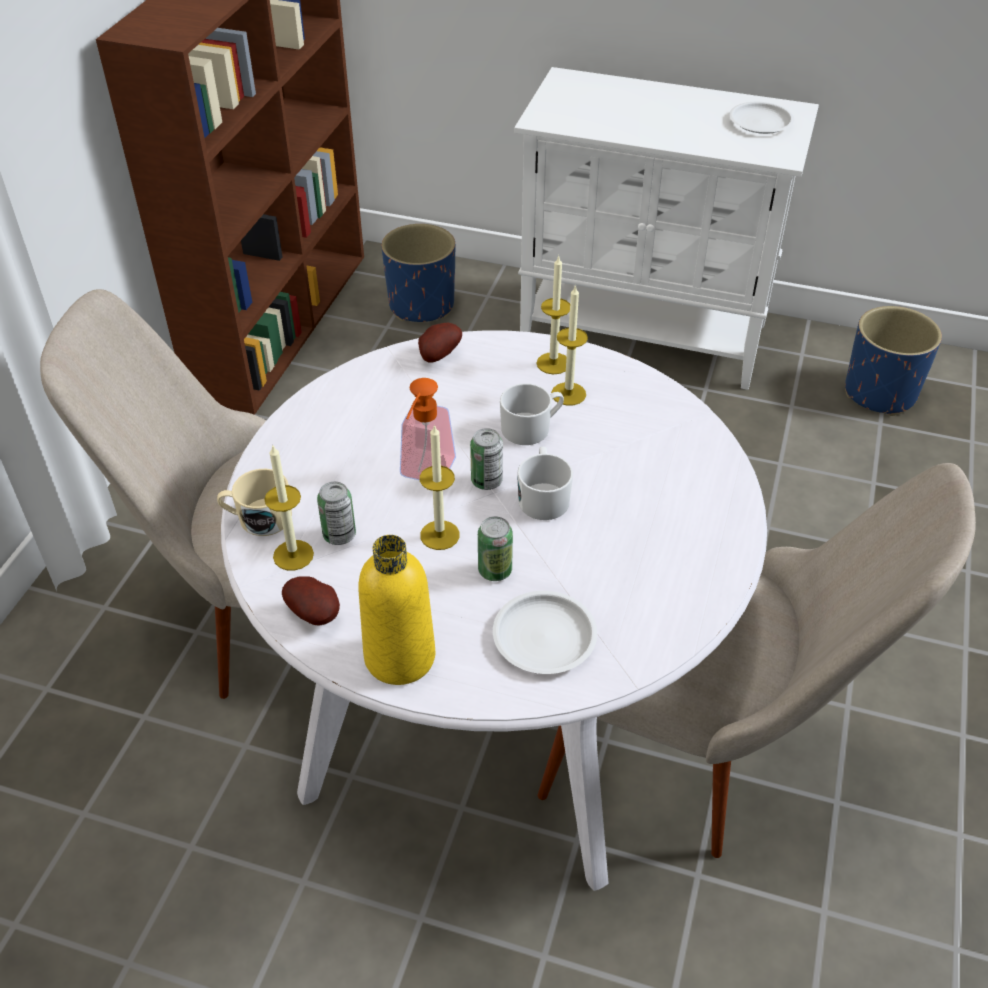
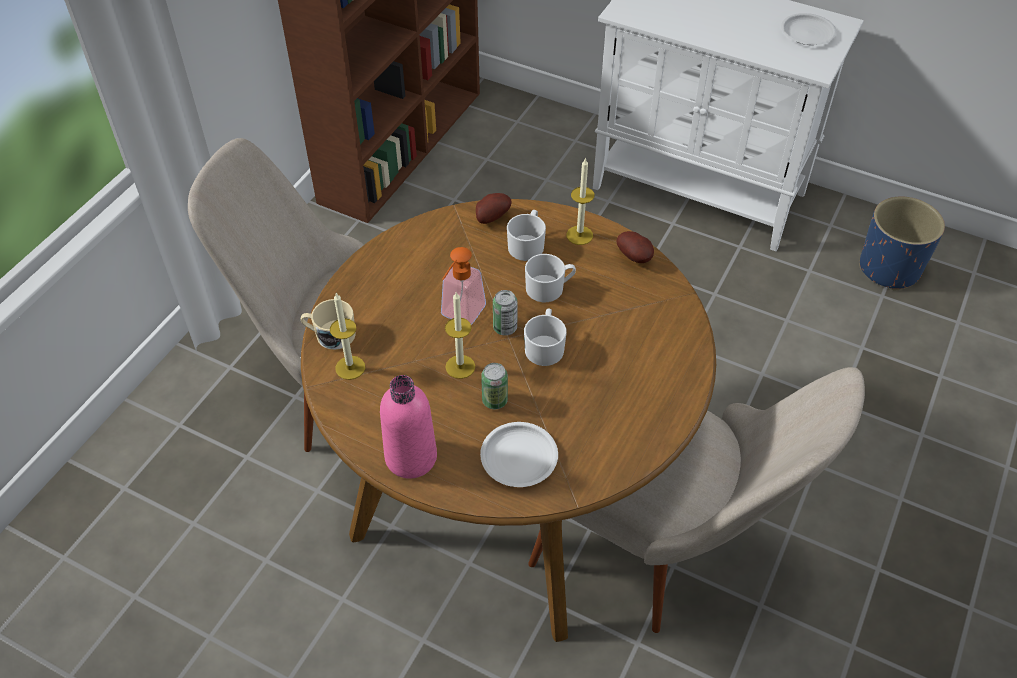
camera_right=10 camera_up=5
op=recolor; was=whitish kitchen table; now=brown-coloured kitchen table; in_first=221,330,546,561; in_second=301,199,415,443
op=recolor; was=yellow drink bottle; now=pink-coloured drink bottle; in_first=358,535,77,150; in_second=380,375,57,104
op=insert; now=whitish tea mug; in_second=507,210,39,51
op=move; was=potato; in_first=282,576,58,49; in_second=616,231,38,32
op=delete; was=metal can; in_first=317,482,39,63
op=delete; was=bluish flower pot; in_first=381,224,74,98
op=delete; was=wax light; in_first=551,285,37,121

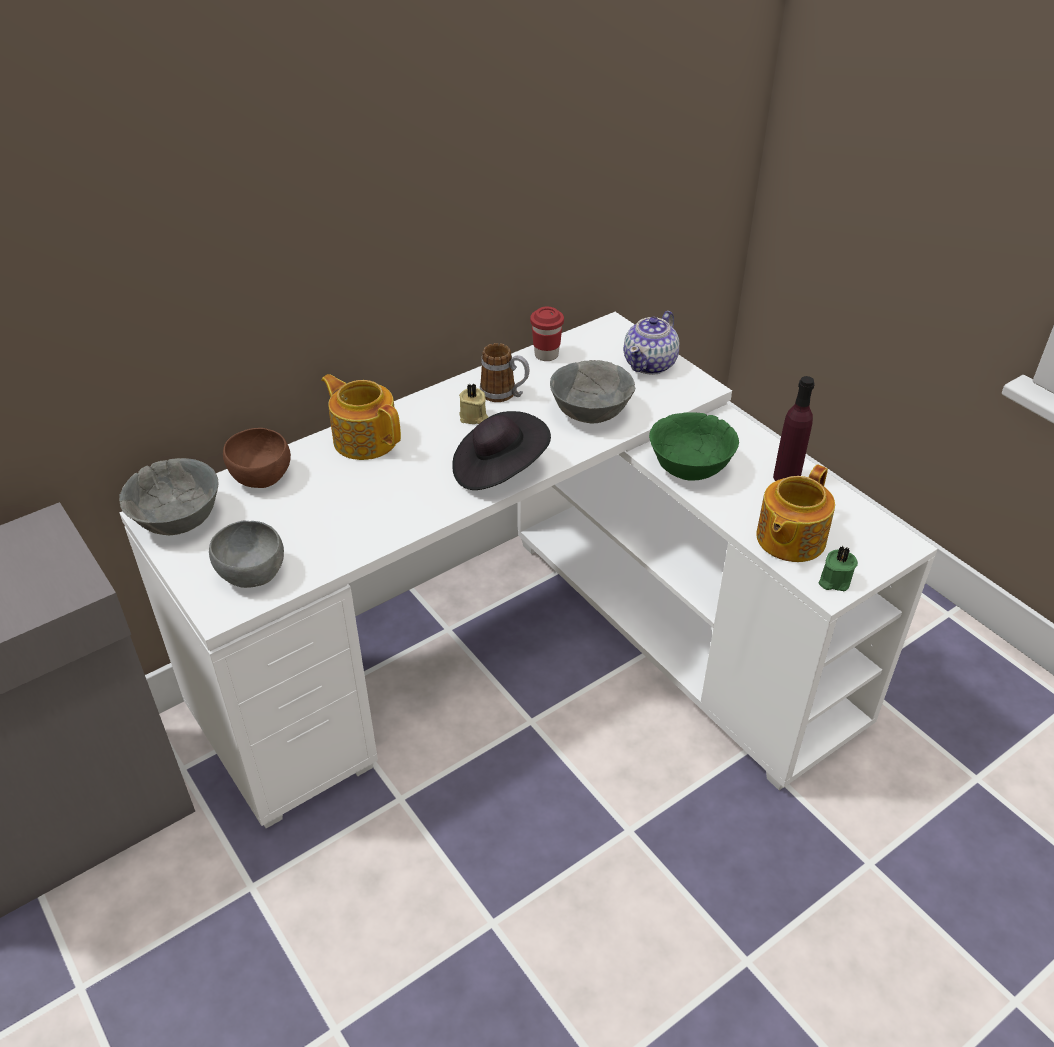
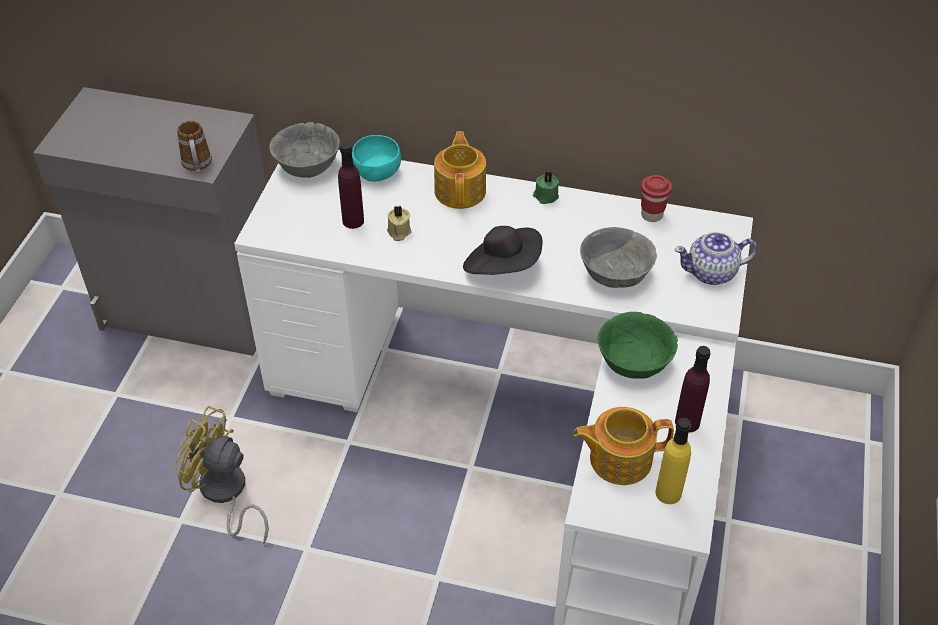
camera_right=50 camera_up=5
op=insert; now=yellow fan; in_second=174,406,95,138
op=move; was=tea mug; in_first=480,343,49,59; in_second=177,121,35,52
op=insert; now=purple drink bottle; in_second=338,143,26,86
op=recolor; was=brown-coloured bowl; now=blue-green bowl; in_first=223,428,68,60; in_second=352,135,49,47
op=move; was=beige-coloured wax light; in_first=459,383,29,41; in_second=387,206,25,35
op=move; was=greenish wax light; in_first=819,546,39,45; in_second=533,172,26,32
op=insert; now=yellow drink bottle; in_second=655,418,36,86
op=delete; was=gray bowl; in_first=209,521,75,67

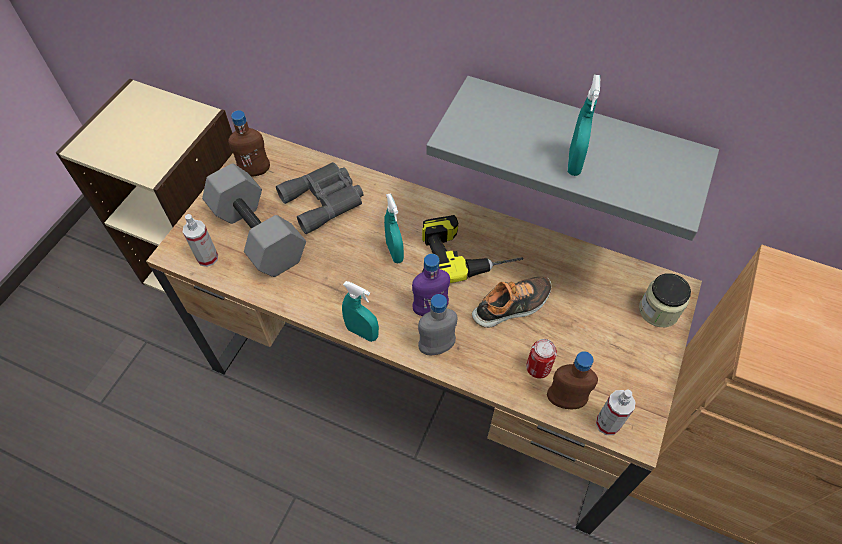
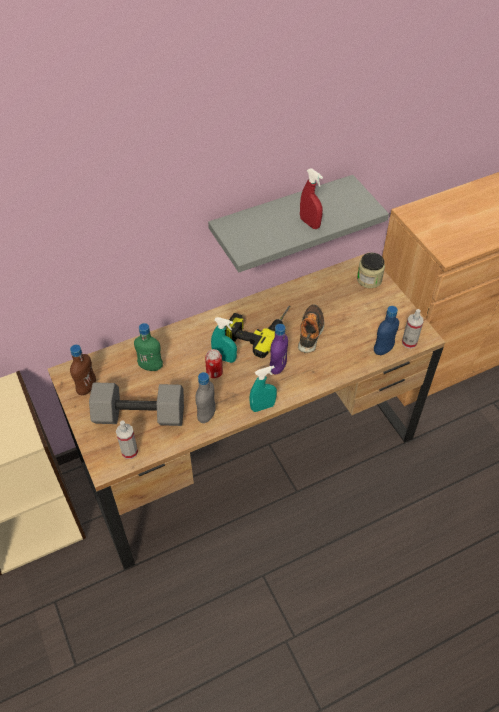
camera_right=-50 camera_up=-5
op=replace; was=gray field glasses; now=greenish drink bottle; in_first=276,162,88,72; in_second=134,323,29,48
op=move; was=gray drink bottle; in_first=418,294,39,61; in_second=195,372,21,51
op=move; was=metal can; in_first=526,339,31,39; in_second=205,349,18,29
op=recolor; was=blue-green sprayer; now=red-coloured sprayer; in_first=568,75,32,101; in_second=300,168,23,61
op=recolor; was=brown-coloured drink bottle; now=bluish drink bottle; in_first=547,351,51,58; in_second=374,306,25,49

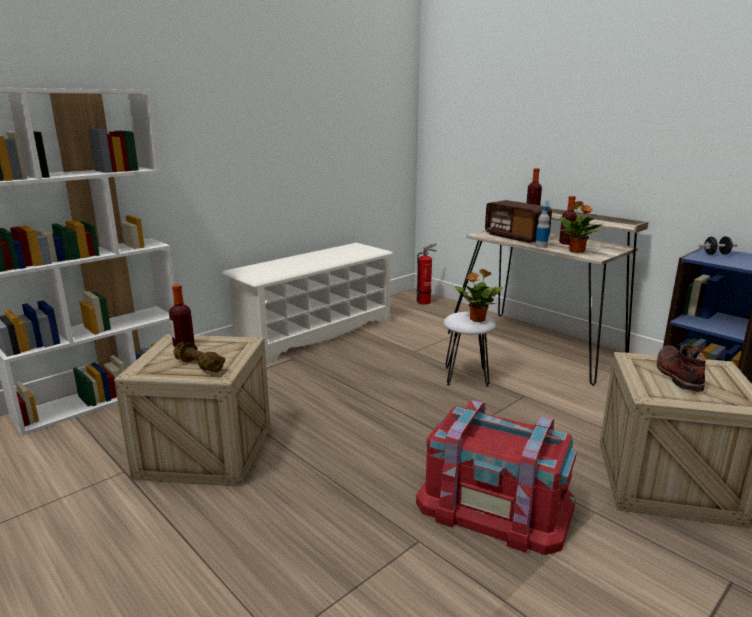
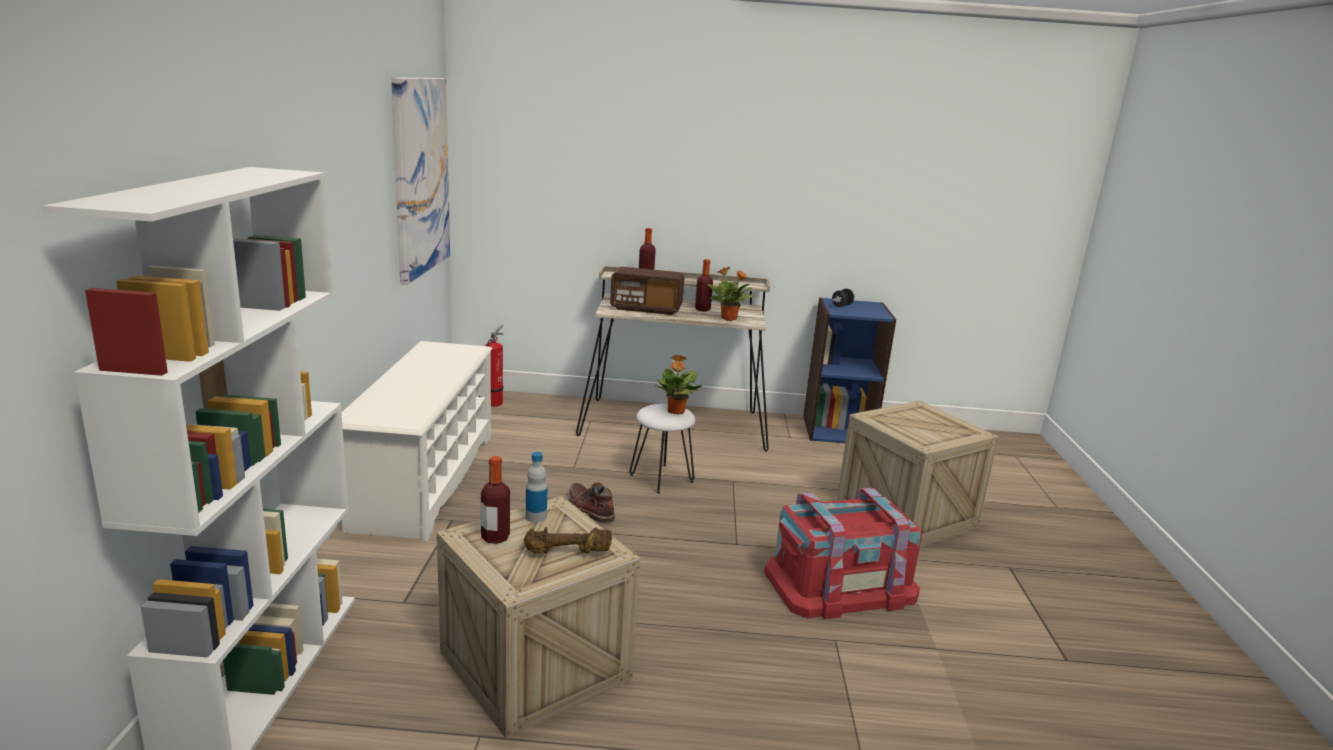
camera_right=-45 camera_up=0
op=insert; now=wall art; in_second=391,77,59,208
op=move; was=drink bottle; in_first=535,206,15,42; in_second=526,452,22,71
op=move; was=brown-coloured high-top boot; in_first=657,344,49,48; in_second=569,482,46,41

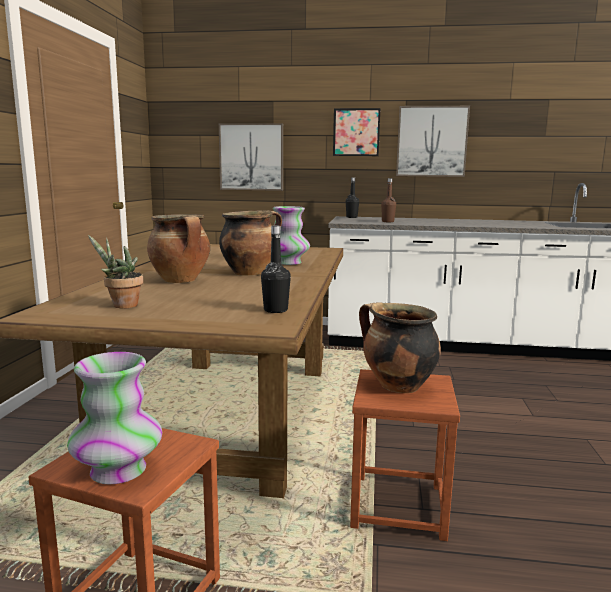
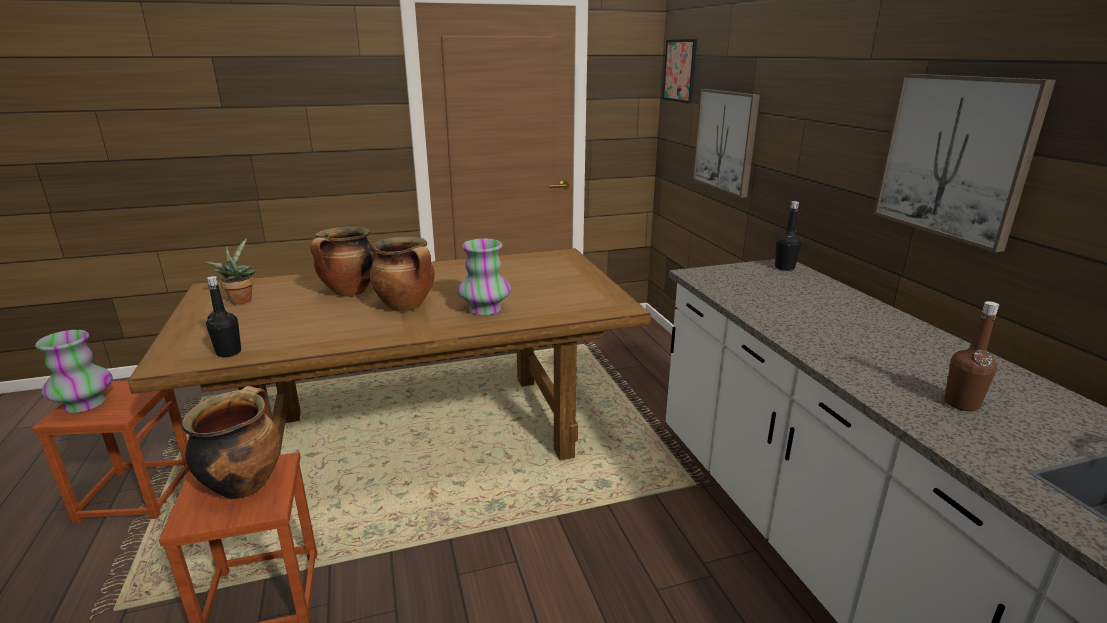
camera_right=65 camera_up=10
op=move; was=wall art; in_first=333,108,47,48; in_second=663,39,34,65
op=move; was=brown-coloured drink bottle; in_first=381,178,15,44; in_second=944,301,55,110

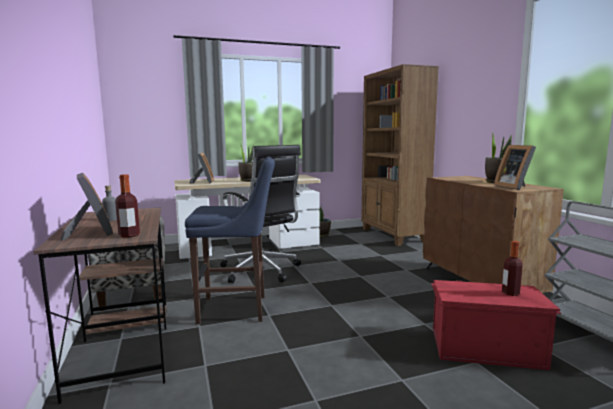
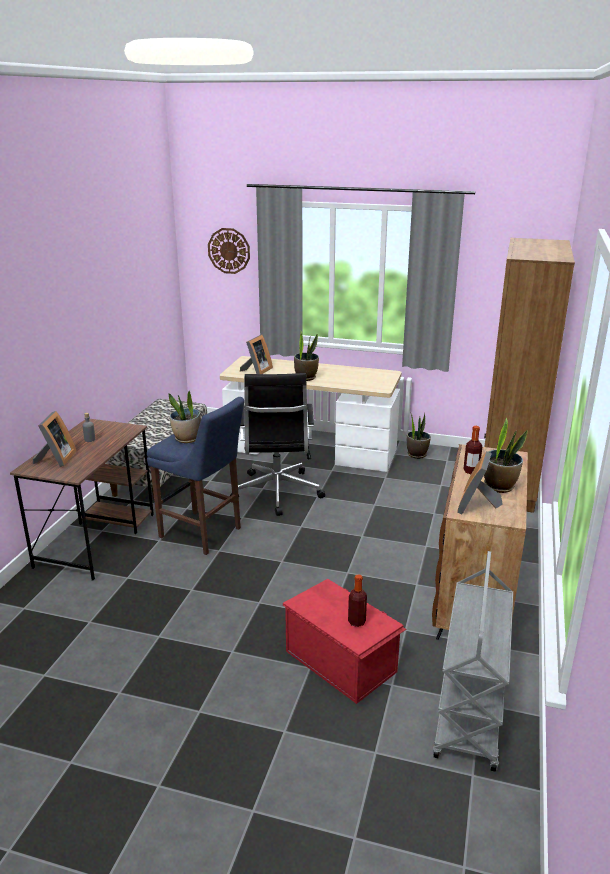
camera_right=35 camera_up=15
op=insert; now=houseplant; in_second=169,391,32,52
op=insert; now=hanging clock; in_second=208,228,42,46
op=move; was=drink bottle; in_first=115,174,25,63; in_second=463,426,19,48

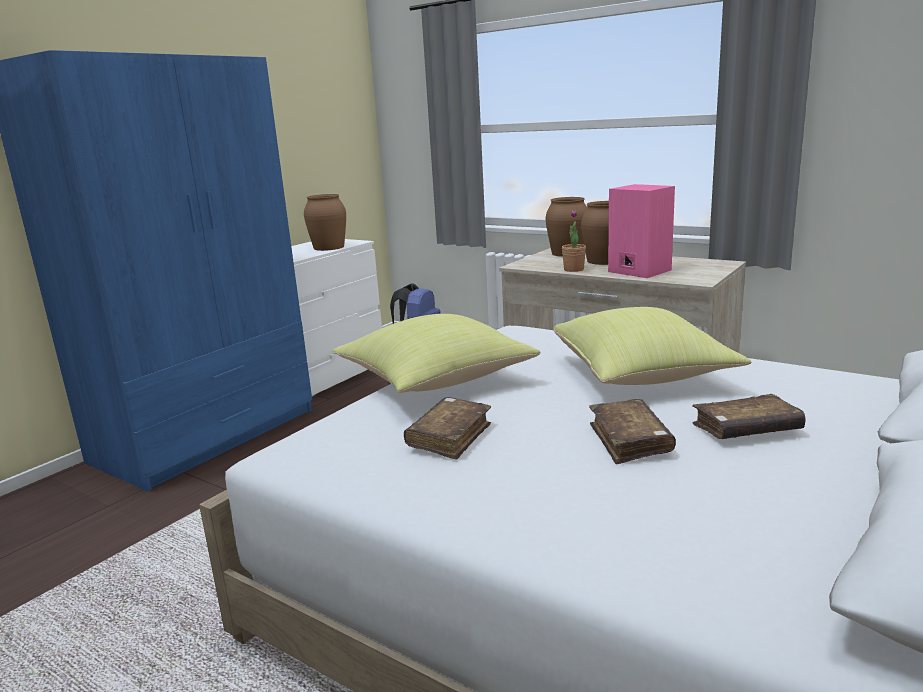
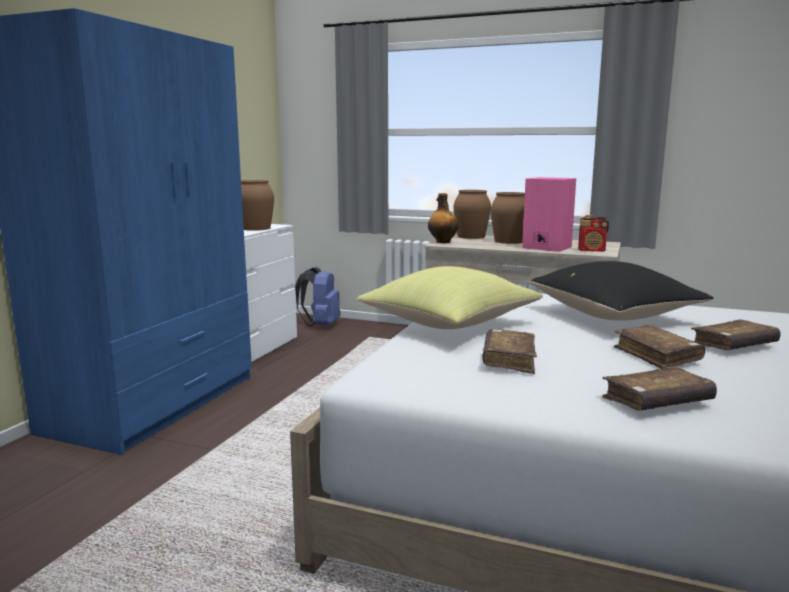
camera_right=-15 camera_up=-5
op=insert; now=drink bottle; in_second=428,193,31,50
op=recolor; was=yellow cushion; now=blackish cushion; in_first=554,307,198,78; in_second=531,261,183,60
op=insert; now=radio receiver; in_second=578,215,31,37
op=insert; now=brown-coloured book; in_second=602,366,115,45
op=delete; was=houseplant; in_first=562,210,24,62

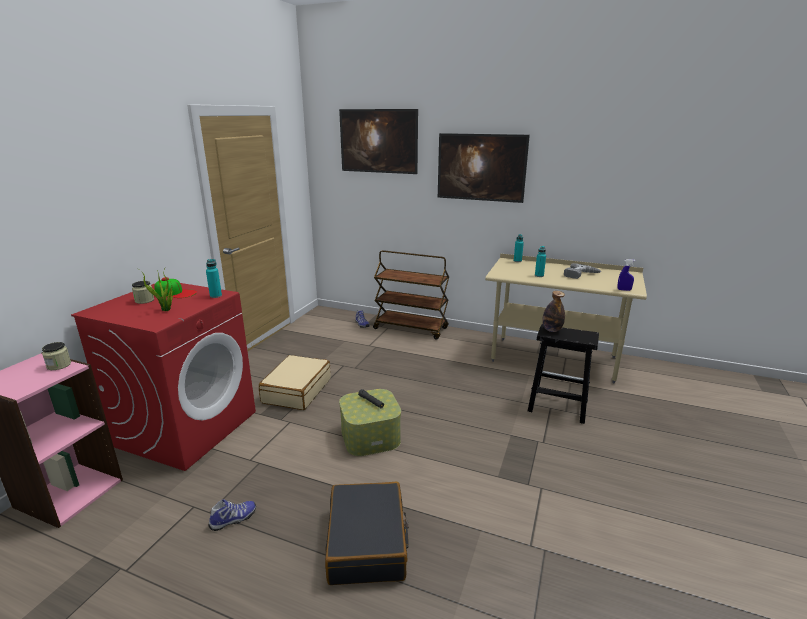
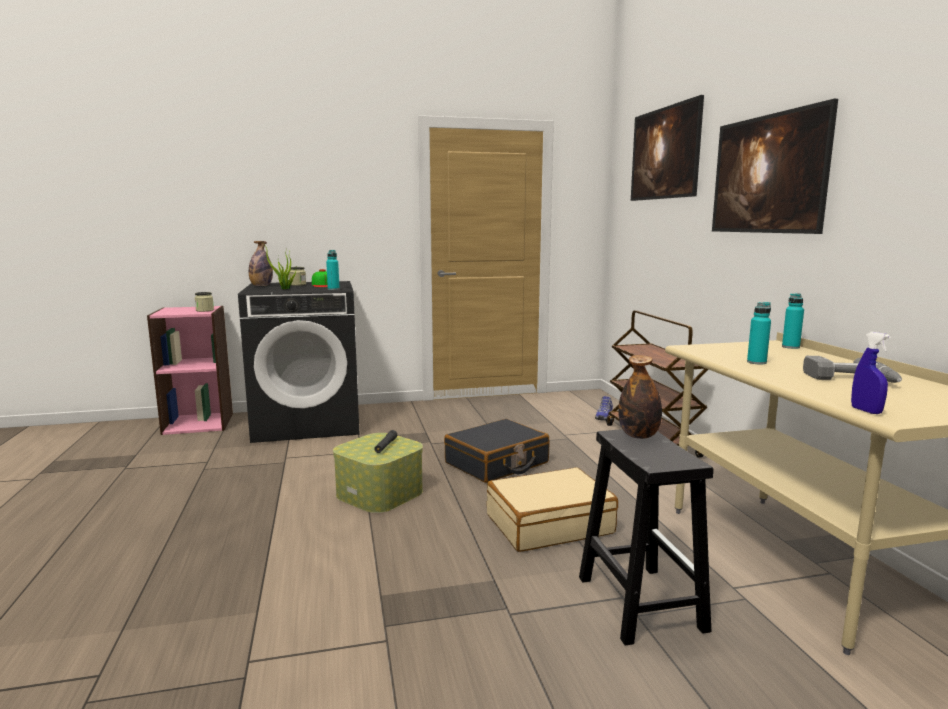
camera_right=55 camera_up=-10
op=recolor; was=red-coloured laundry machine; now=blackish laundry machine; in_first=71,283,185,188; in_second=238,281,122,162
op=insert; now=drink bottle; in_second=249,241,24,45
op=move; was=blackish travel case; in_first=325,481,84,104; in_second=444,419,106,64
op=move; was=beige-coloured travel case; in_first=259,355,72,55; in_second=487,467,131,85
op=delete; was=item of footwear; in_first=208,499,48,32

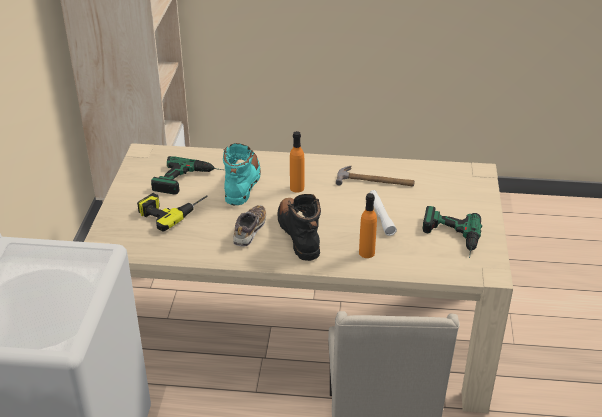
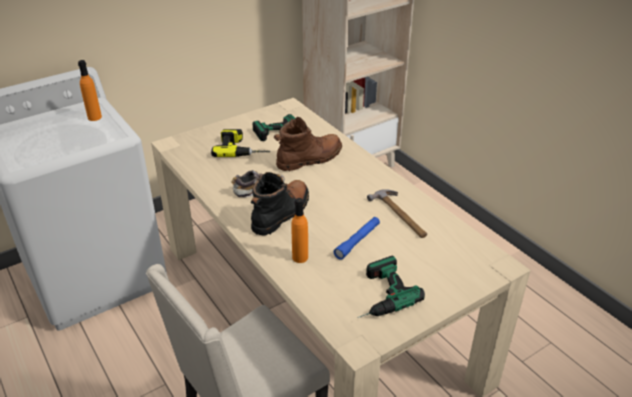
camera_right=50 camera_up=0
op=move; was=orange drink bottle; in_first=290,131,15,62; in_second=78,60,24,61
op=recolor; was=blue-green high-top boot; now=brown-coloured high-top boot; in_first=223,143,38,63; in_second=274,117,68,55
op=recolor; was=whitish hand torch; now=bluish hand torch; in_first=369,190,28,46; in_second=334,217,46,43

